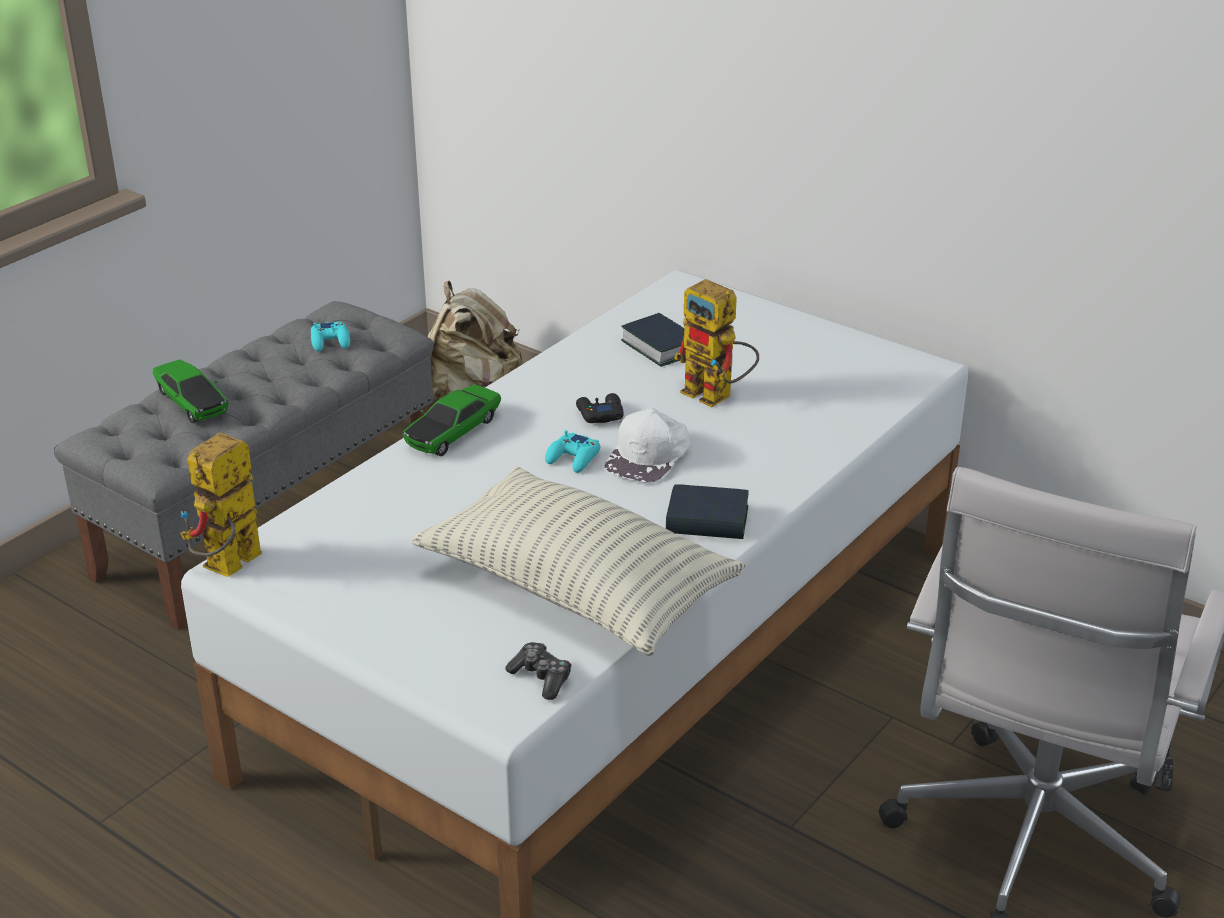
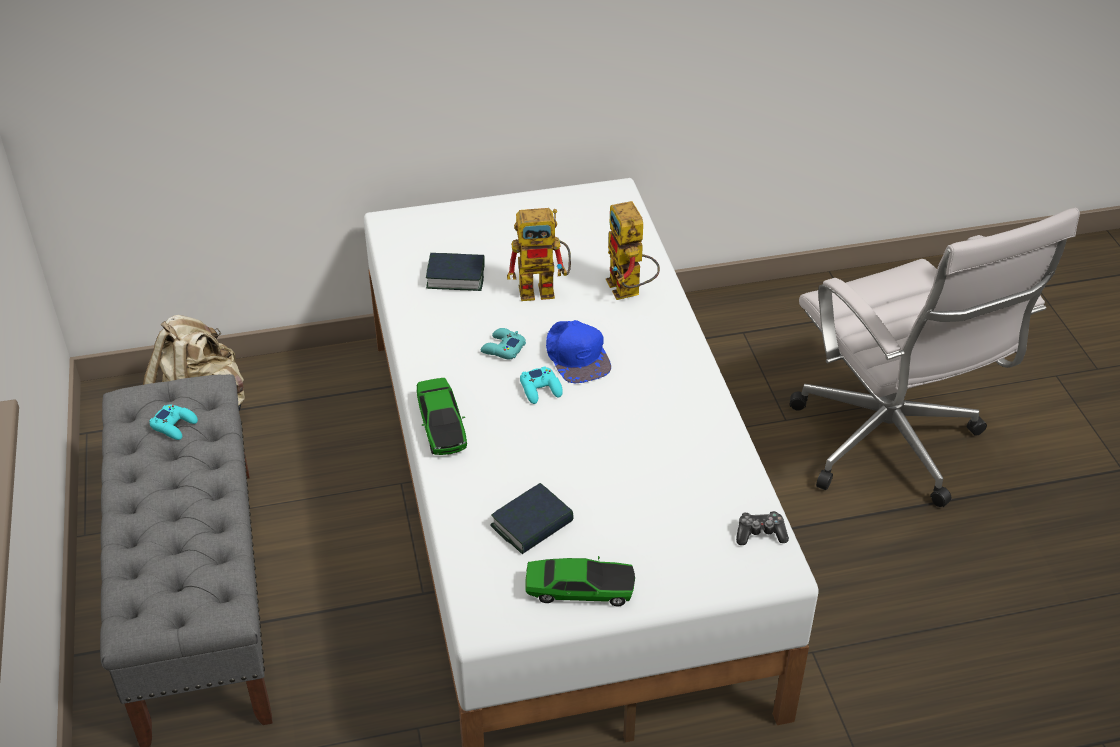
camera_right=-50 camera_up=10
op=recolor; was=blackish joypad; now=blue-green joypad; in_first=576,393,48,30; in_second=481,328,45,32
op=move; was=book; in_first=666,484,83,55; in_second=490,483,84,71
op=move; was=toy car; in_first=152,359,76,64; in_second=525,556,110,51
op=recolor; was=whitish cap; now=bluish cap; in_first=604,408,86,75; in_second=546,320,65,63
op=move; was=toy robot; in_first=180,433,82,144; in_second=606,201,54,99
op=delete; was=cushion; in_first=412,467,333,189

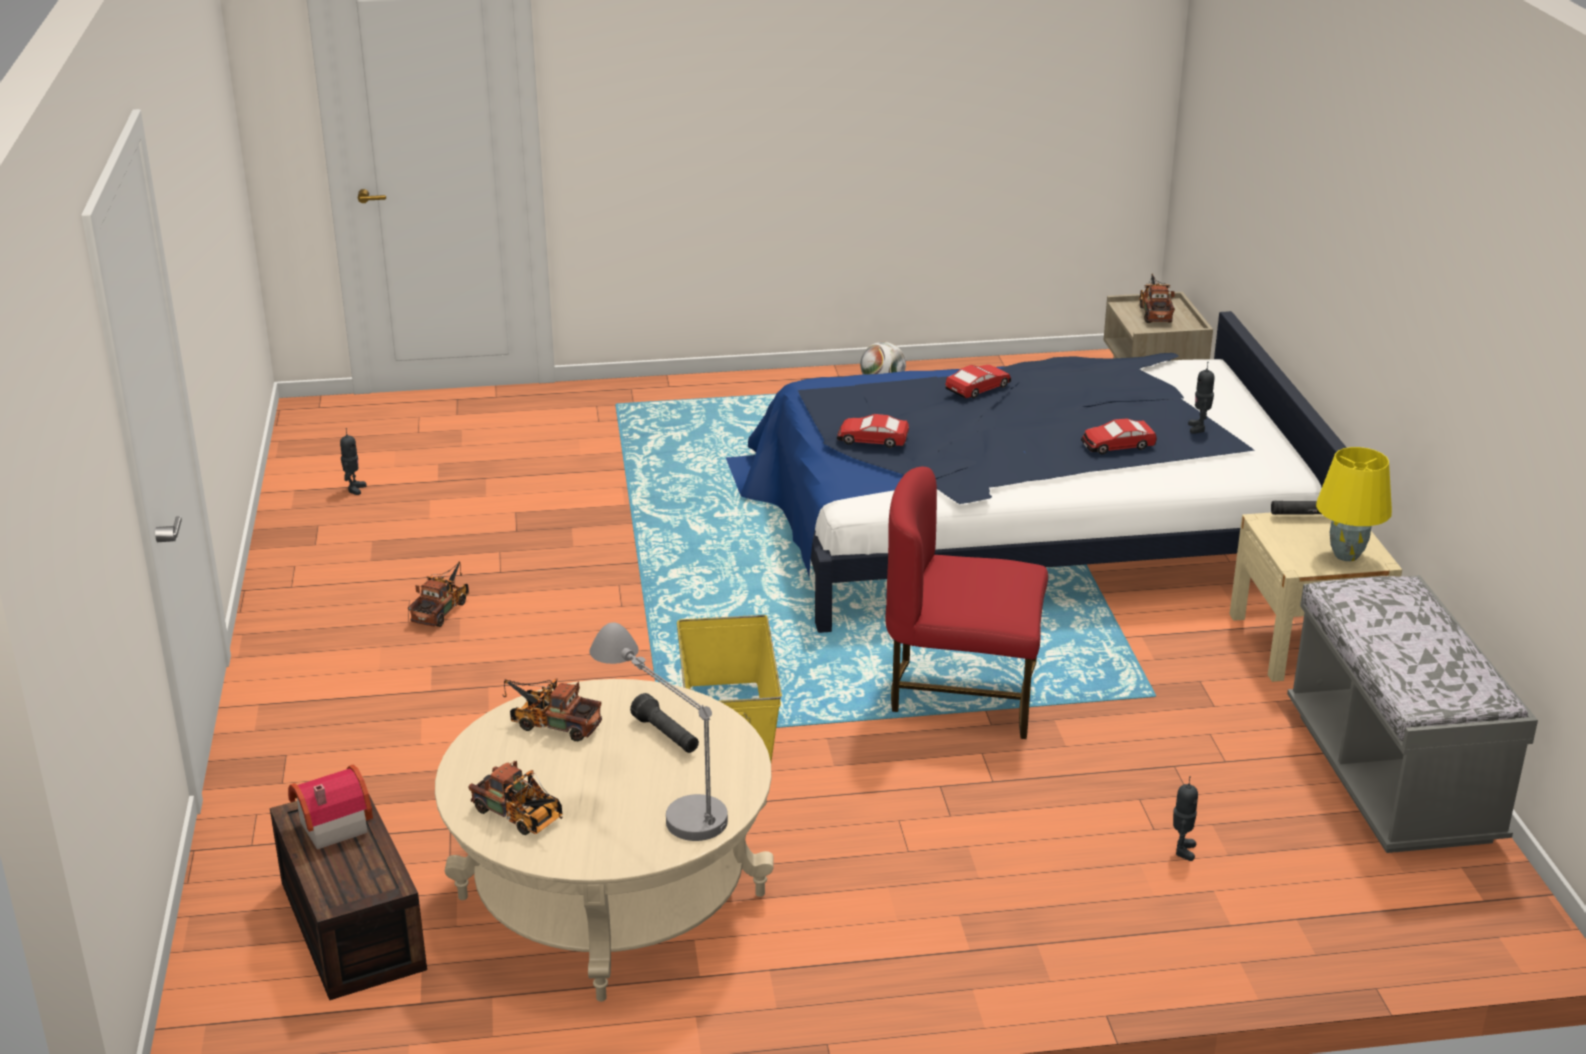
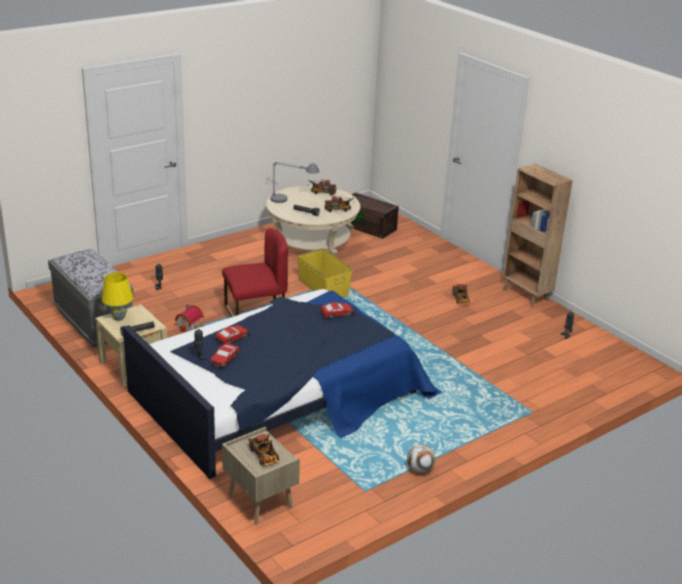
camera_right=150 camera_up=0
op=move; was=model house; in_first=288,764,85,86; in_second=175,304,29,29
op=move; was=toy car; in_first=945,365,66,33; in_second=210,343,29,25
op=insert; now=brown-coloured shelving unit; in_second=503,164,70,143

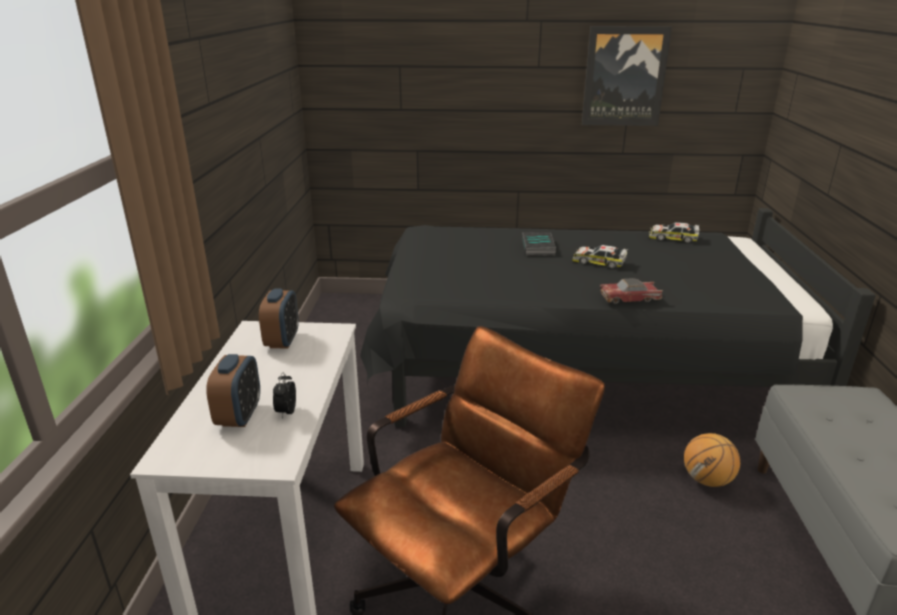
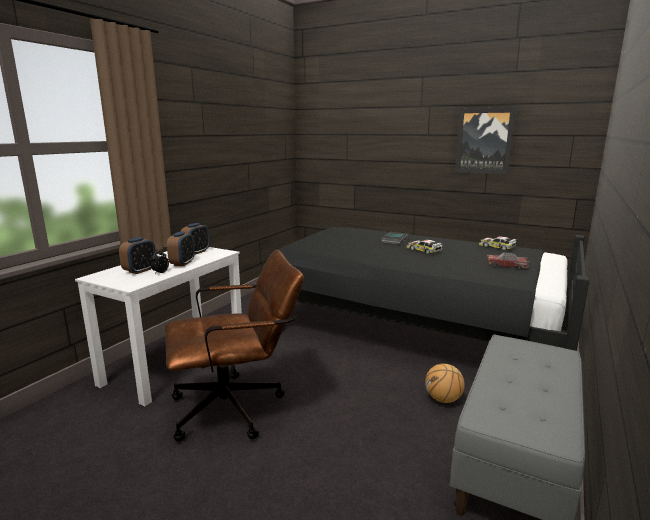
camera_right=25 camera_up=-10
op=insert; now=alarm clock; in_second=167,232,28,34
op=move; was=toy car; in_first=600,278,63,26; in_second=487,253,42,16

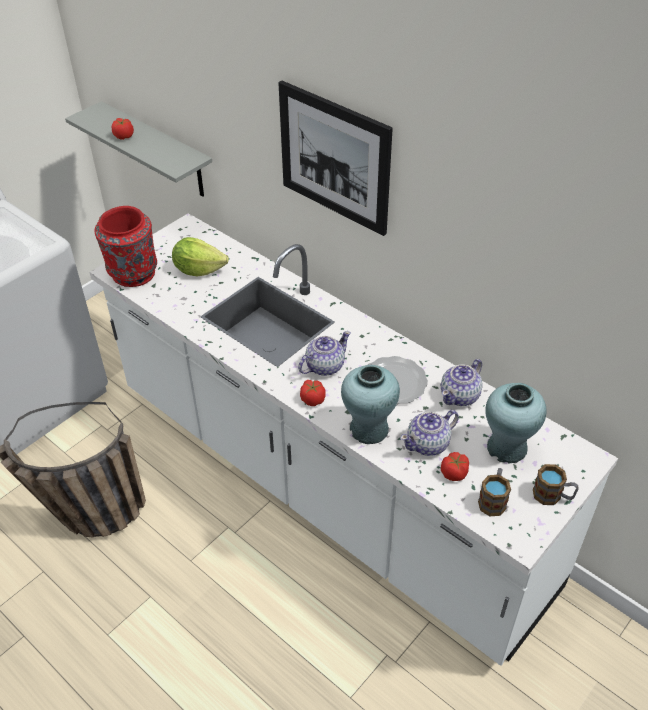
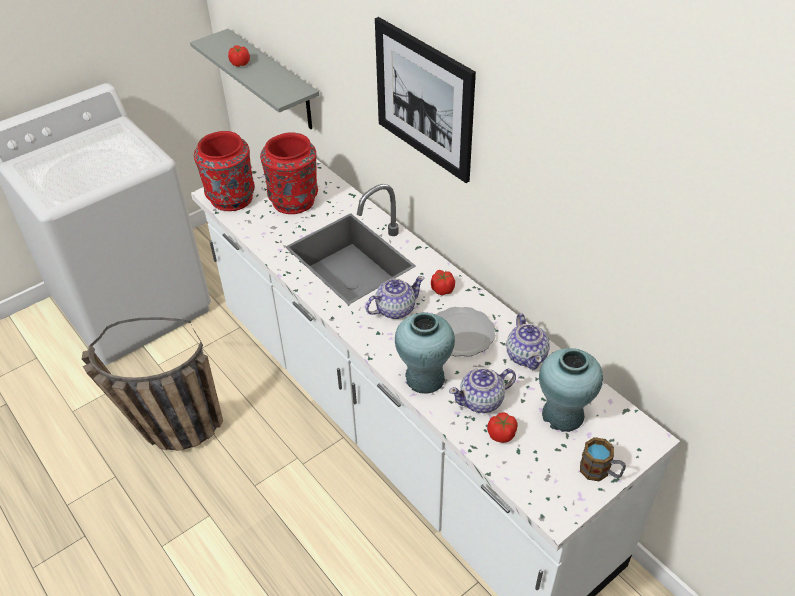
camera_right=10 camera_up=0
op=replace; was=lettuce head; now=red-coloured flower vase; in_first=172,237,57,39; in_second=260,132,58,82
op=move; was=tomato; in_first=300,380,26,26; in_second=431,270,24,25
op=rotate; was=tea pot; in_first=441,359,42,47; in_second=506,313,44,57; clockwise=-60
op=delete; was=tea mug; in_first=478,468,33,48

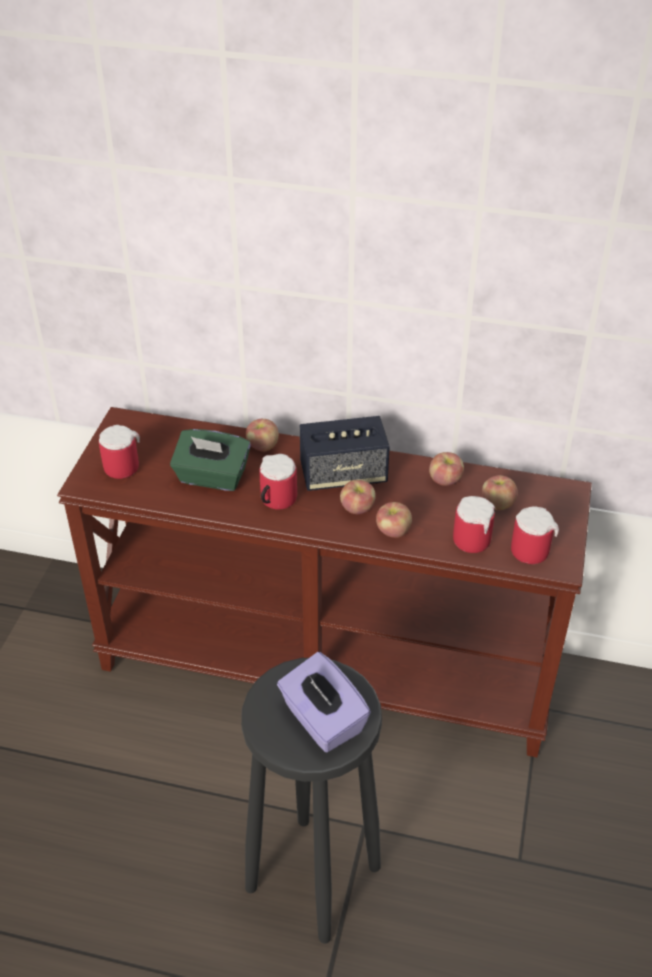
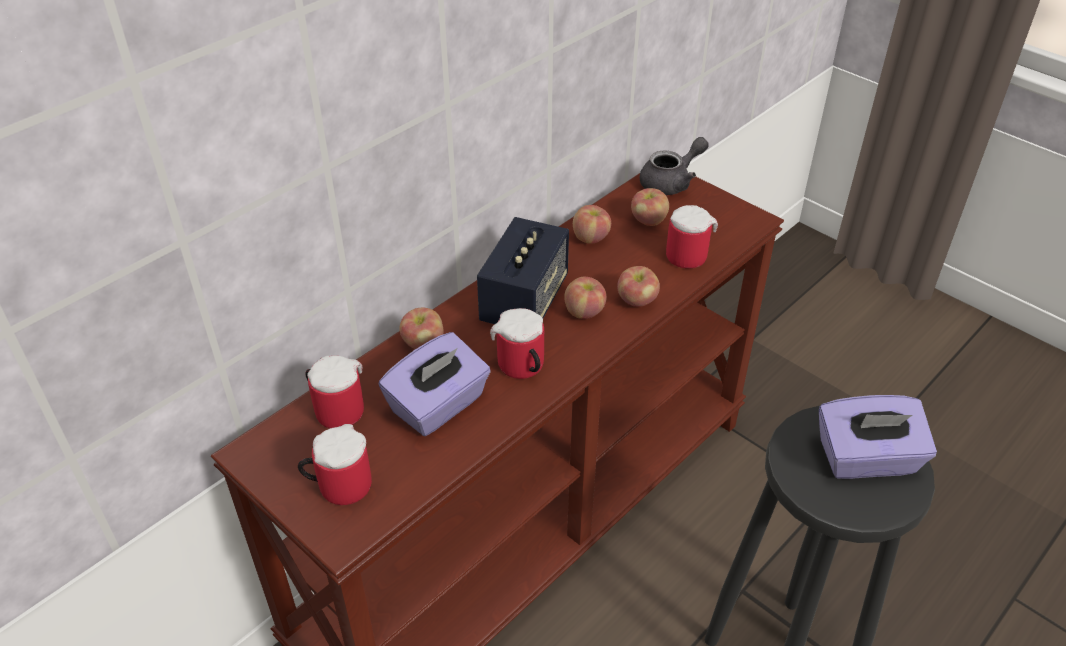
camera_right=-60 camera_up=0
op=move; was=tea mug; in_first=511,506,48,58; in_second=306,355,58,73
op=recolor; was=greenish tissue box; now=purple tissue box; in_first=170,429,81,62; in_second=378,332,113,104
op=insert; now=gray tea pot; in_second=640,137,69,58

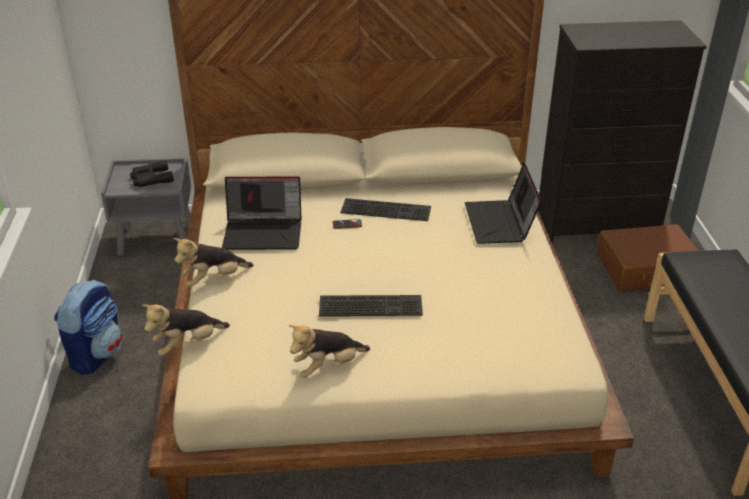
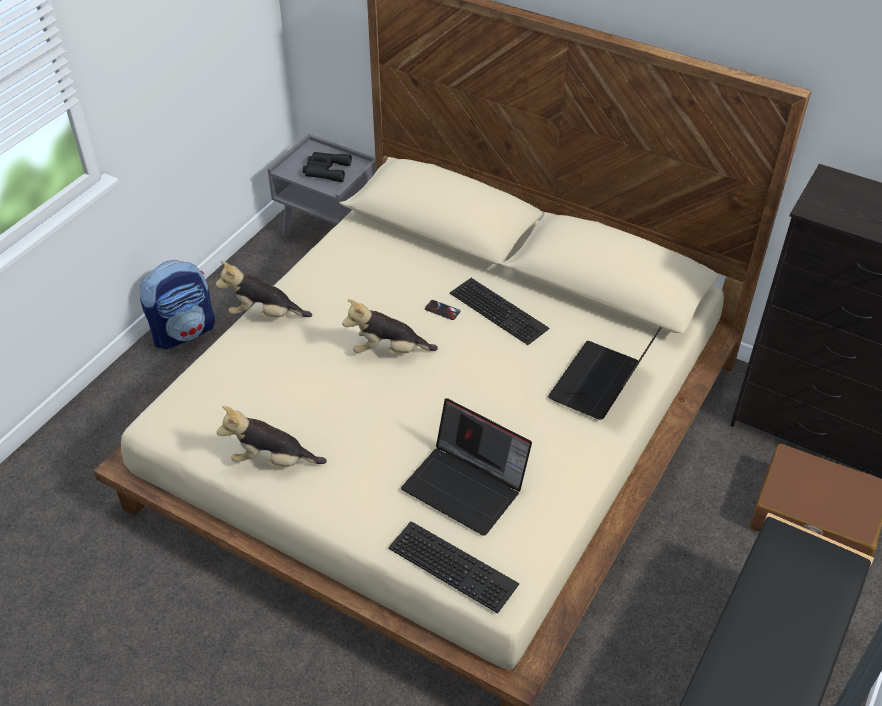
camera_right=35 camera_up=10
op=move; was=cuddly toy; in_first=142,304,88,52; in_second=342,299,96,55
op=move; was=keyboard; in_first=319,295,104,21; in_second=388,521,131,92
op=move; was=portable computer; in_first=222,176,80,74; in_second=401,398,131,138

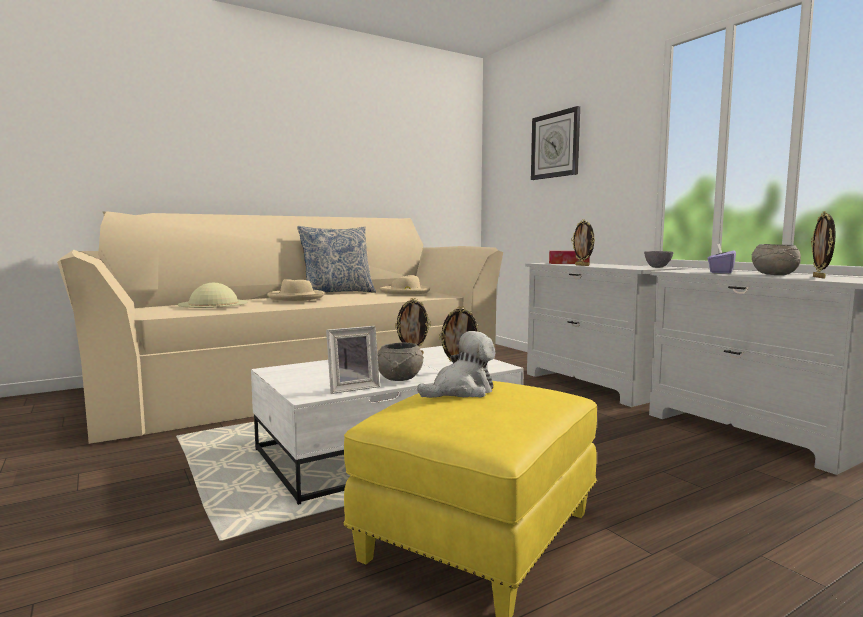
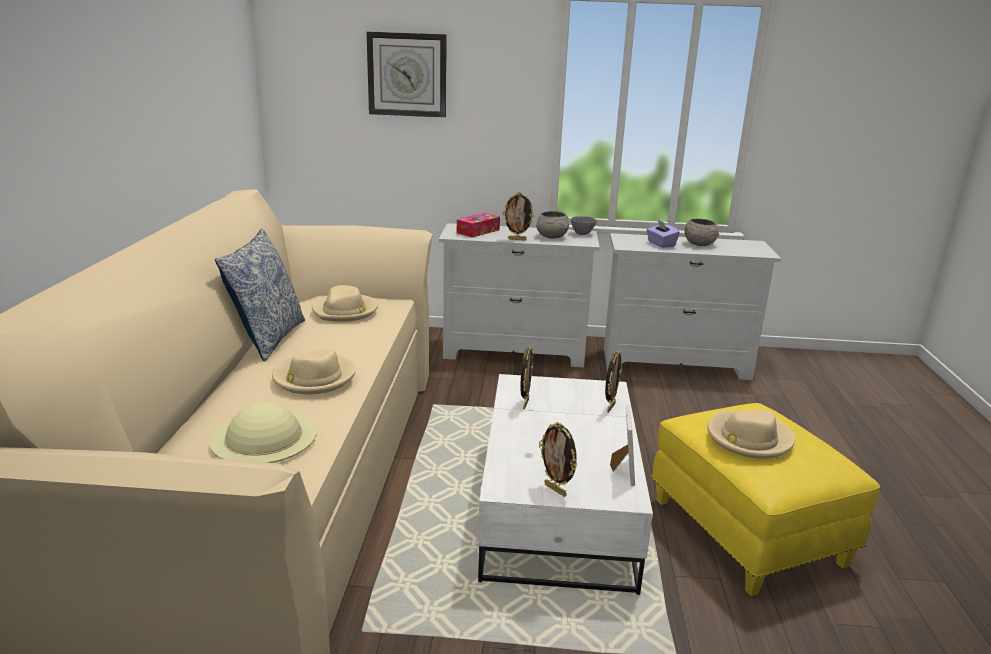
camera_right=-55 camera_up=15
op=move; was=gray bowl; in_first=377,343,47,38; in_second=536,211,33,28
op=move; was=photo frame; in_first=811,211,25,68; in_second=539,422,38,75
op=replace; was=cuddly toy; now=beige-coloured wearable hat; in_first=417,331,79,67; in_second=707,410,88,49

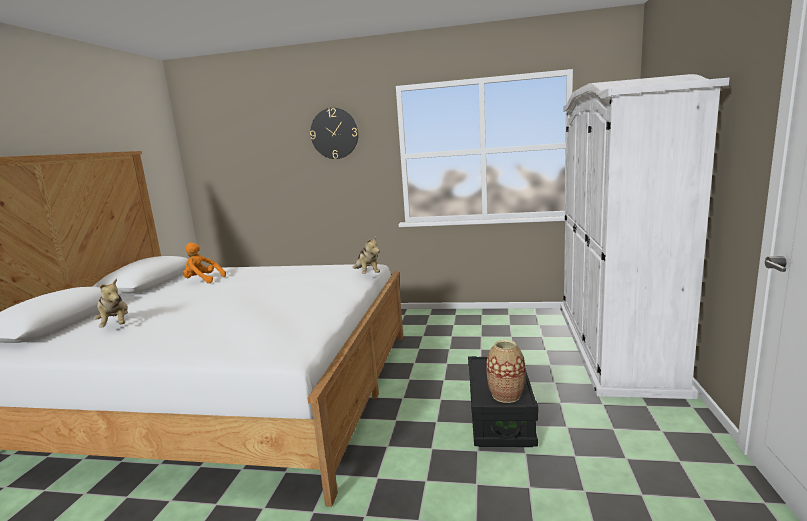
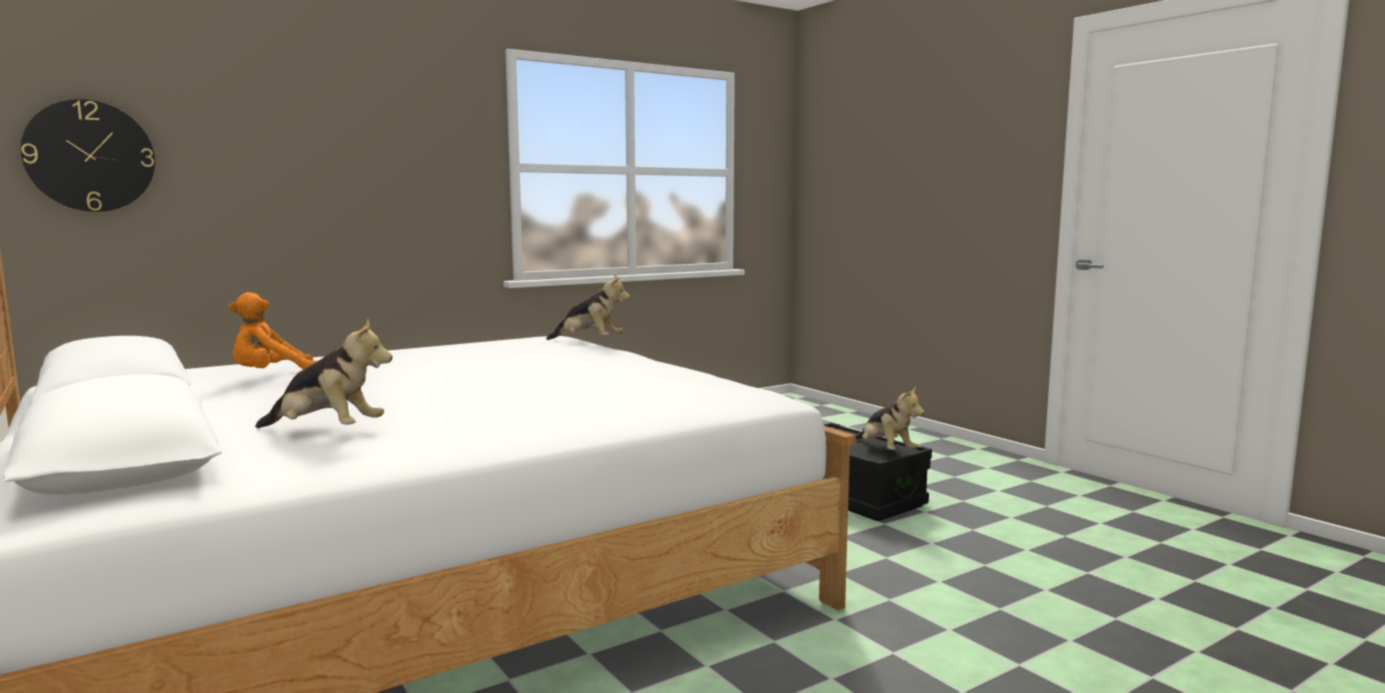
camera_right=-45 camera_up=-5
op=move; was=hanging clock; in_first=310,108,49,51; in_second=21,99,134,113
op=replace; was=flower vase; now=cuddly toy; in_first=486,340,39,63; in_second=856,386,68,64
op=delete; was=whitish wardrobe; in_first=560,74,170,325

